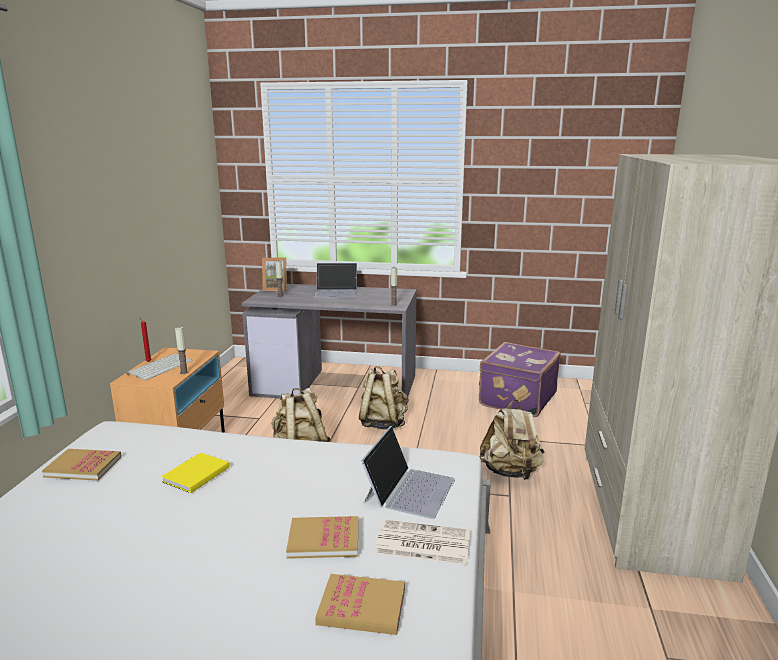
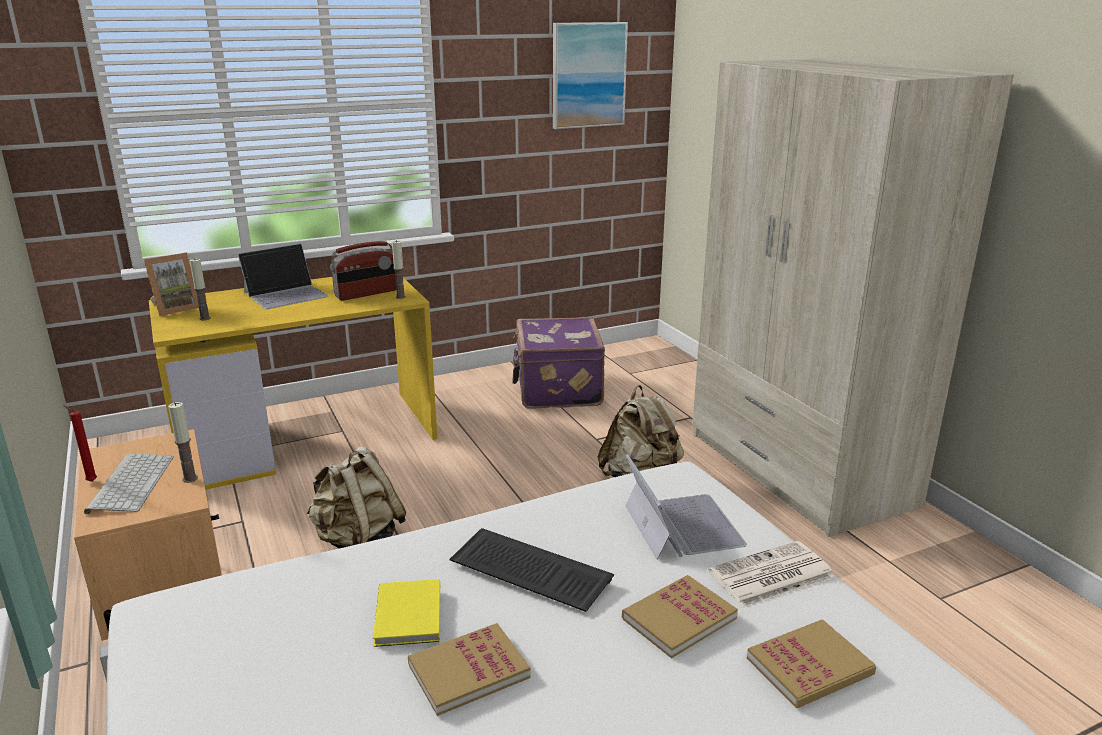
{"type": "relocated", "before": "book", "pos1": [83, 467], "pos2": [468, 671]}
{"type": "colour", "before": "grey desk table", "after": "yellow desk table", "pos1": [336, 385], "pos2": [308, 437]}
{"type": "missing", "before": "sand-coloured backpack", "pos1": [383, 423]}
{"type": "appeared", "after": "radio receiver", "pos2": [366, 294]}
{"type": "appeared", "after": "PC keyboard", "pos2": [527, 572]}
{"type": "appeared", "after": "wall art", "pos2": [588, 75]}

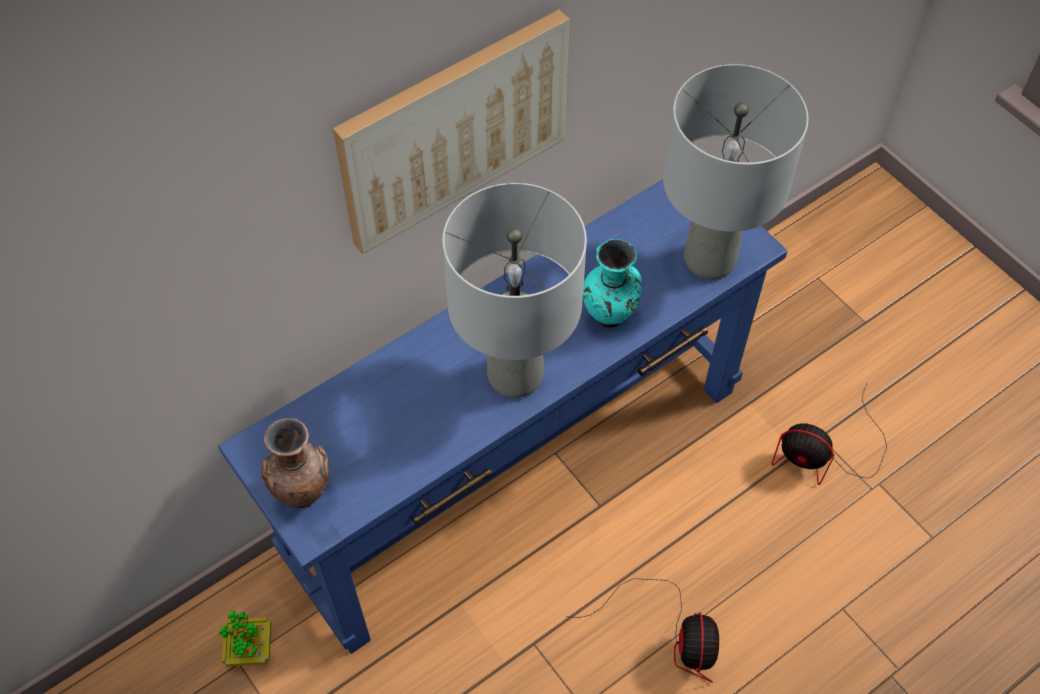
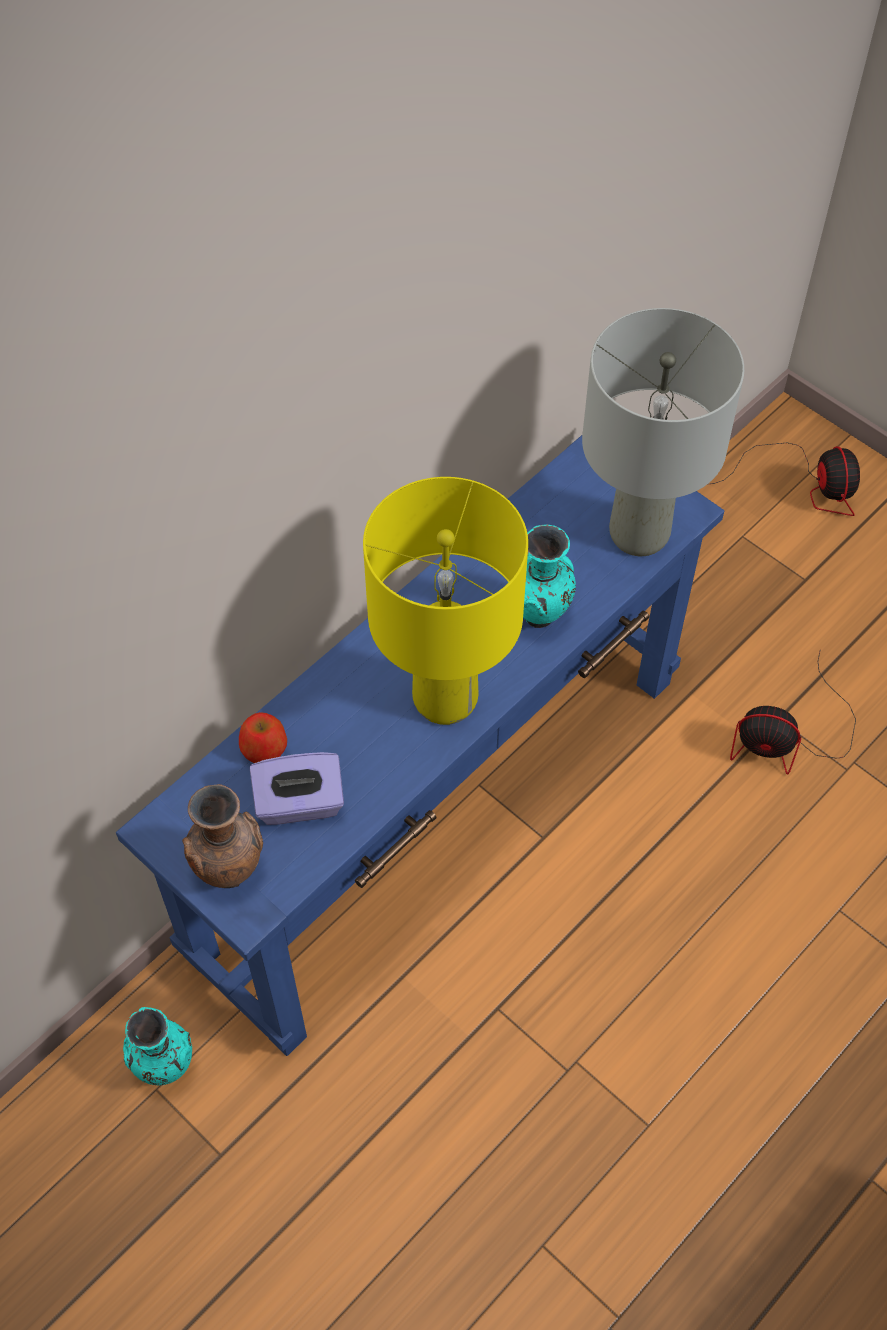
{"type": "exchanged", "before": "potted plant", "after": "blue-green vase", "pos1": [250, 648], "pos2": [165, 1070]}
{"type": "missing", "before": "wall art", "pos1": [453, 129]}
{"type": "colour", "before": "grey table lamp", "after": "yellow table lamp", "pos1": [514, 377], "pos2": [445, 700]}
{"type": "relocated", "before": "fan", "pos1": [672, 635], "pos2": [805, 485]}
{"type": "appeared", "after": "apple fruit", "pos2": [264, 748]}
{"type": "appeared", "after": "purple-coloured box of tissues", "pos2": [300, 804]}

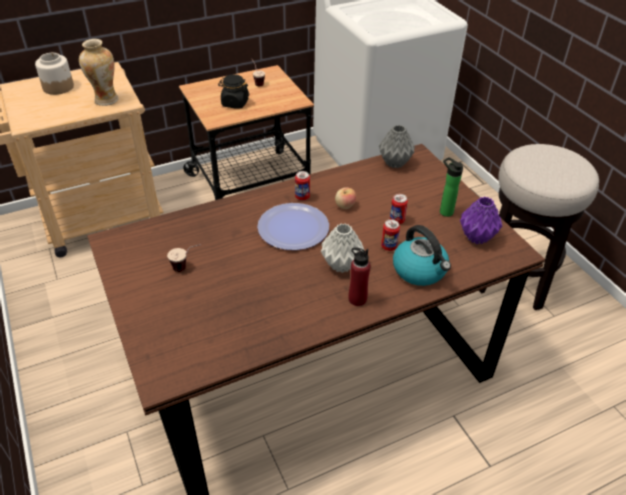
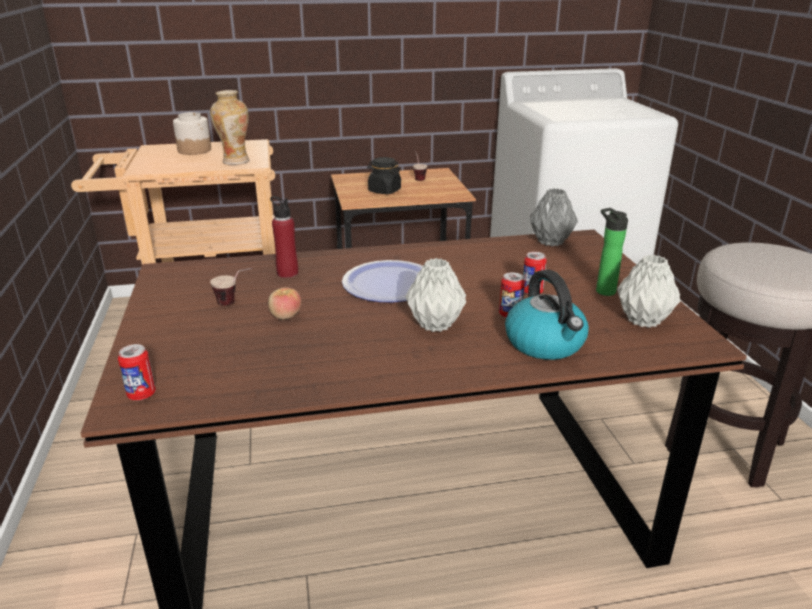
{"type": "relocated", "before": "can", "pos1": [302, 197], "pos2": [141, 394]}
{"type": "relocated", "before": "apple fruit", "pos1": [345, 205], "pos2": [285, 316]}
{"type": "relocated", "before": "red drink bottle", "pos1": [357, 299], "pos2": [287, 273]}
{"type": "colour", "before": "purple-coloured vase", "after": "grey vase", "pos1": [477, 237], "pos2": [644, 321]}

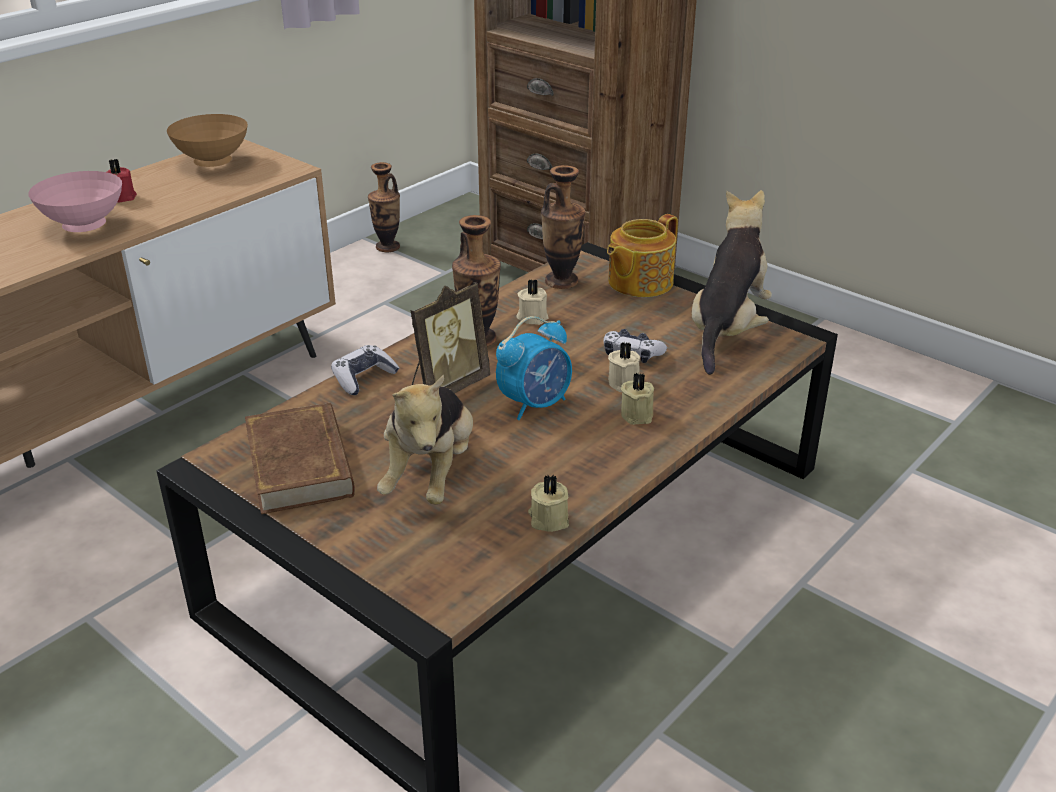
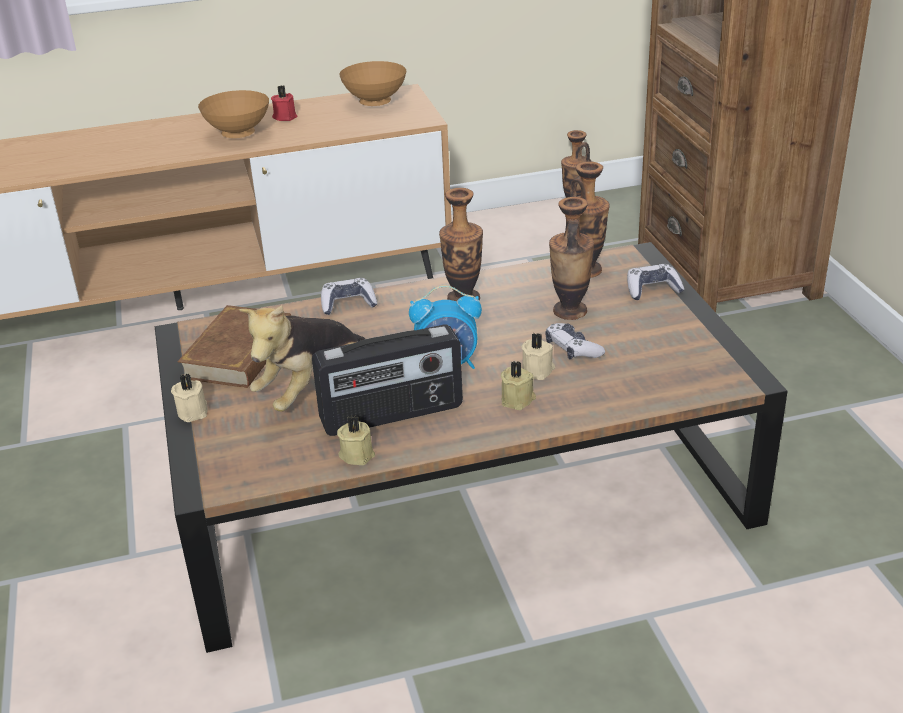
{"type": "colour", "before": "pink deep dish", "after": "brown deep dish", "pos1": [84, 227], "pos2": [237, 135]}
{"type": "missing", "before": "standing frame", "pos1": [447, 387]}
{"type": "relocated", "before": "sand-coloured wax candle", "pos1": [532, 317], "pos2": [194, 411]}
{"type": "exchanged", "before": "pot for tea", "after": "joypad", "pos1": [638, 282], "pos2": [652, 289]}
{"type": "missing", "before": "soft toy", "pos1": [727, 330]}
{"type": "appeared", "after": "radio receiver", "pos2": [392, 415]}
{"type": "appeared", "after": "vase", "pos2": [570, 311]}

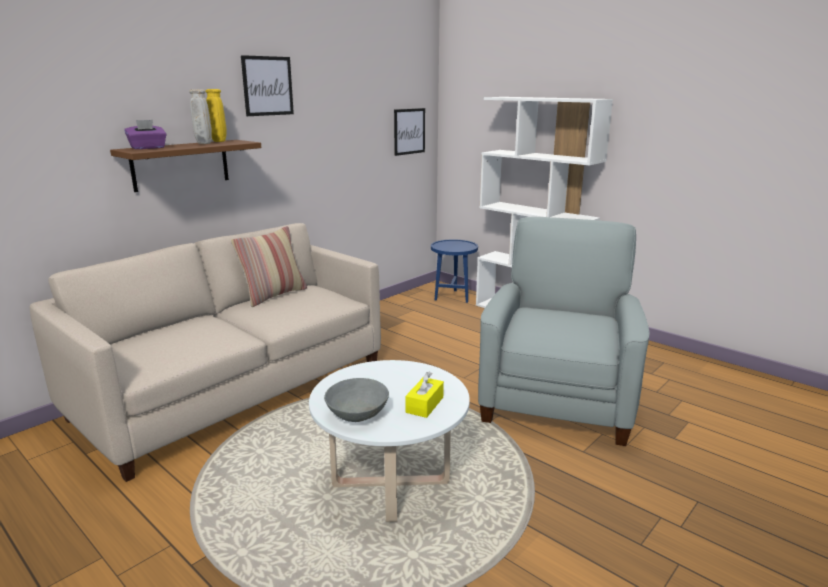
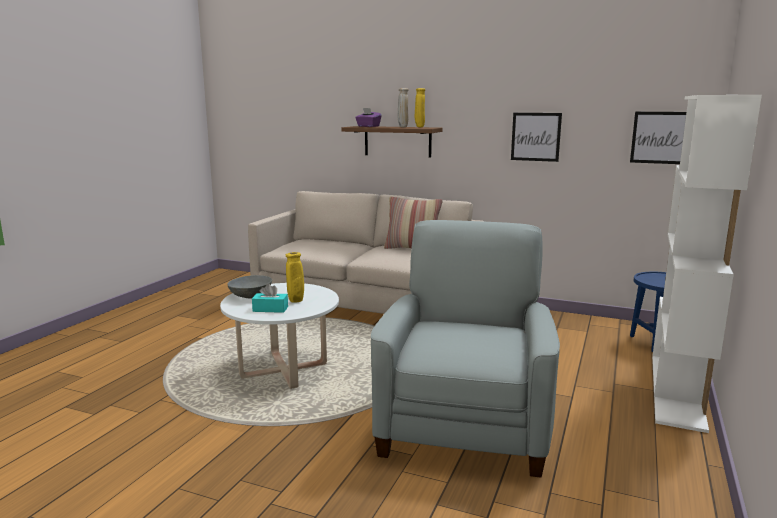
{"type": "relocated", "before": "wall art", "pos1": [267, 86], "pos2": [535, 136]}
{"type": "colour", "before": "yellow box of tissues", "after": "blue-green box of tissues", "pos1": [424, 405], "pos2": [270, 309]}
{"type": "spun", "before": "grey easy chair", "pos1": [557, 399], "pos2": [464, 424], "turn": -75}
{"type": "appeared", "after": "yellow vase", "pos2": [296, 302]}

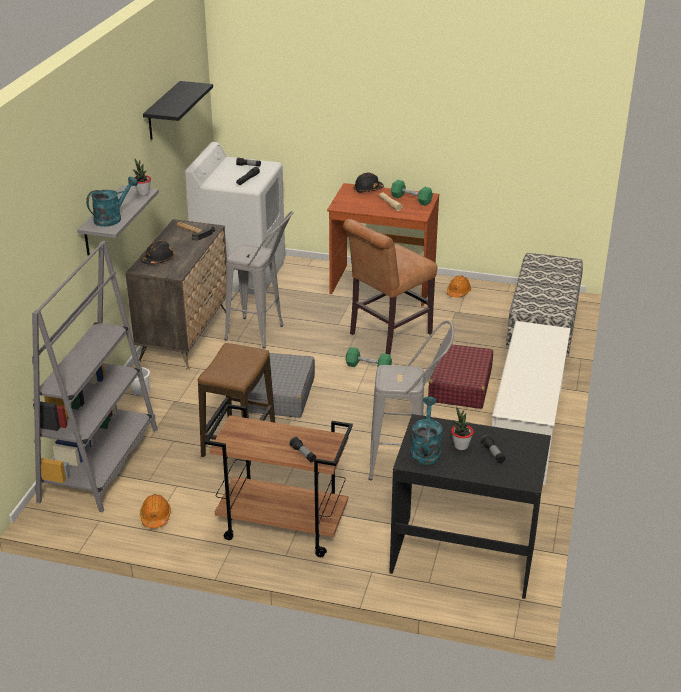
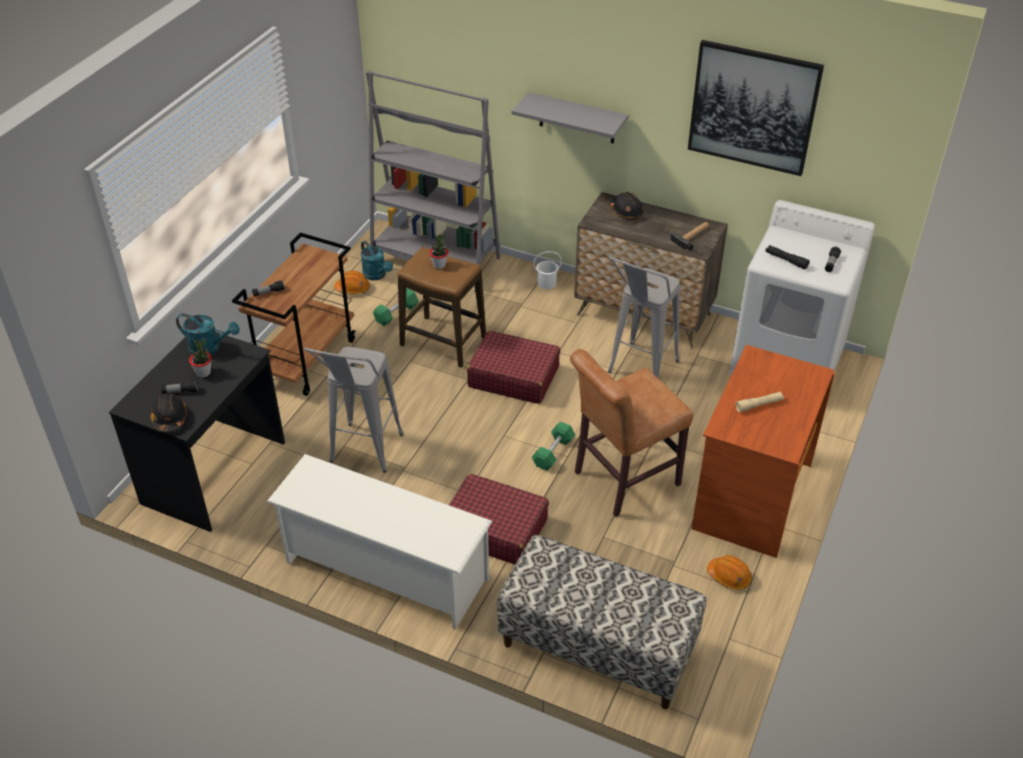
{"type": "relocated", "before": "blue-green sprinkling can", "pos1": [112, 218], "pos2": [377, 275]}
{"type": "relocated", "before": "potted plant", "pos1": [143, 193], "pos2": [439, 265]}
{"type": "exchanged", "before": "blackish shelf", "after": "wall art", "pos1": [163, 111], "pos2": [753, 107]}
{"type": "colour", "before": "grey travel case", "after": "red travel case", "pos1": [281, 395], "pos2": [513, 377]}
{"type": "spun", "before": "brown chair", "pos1": [387, 335], "pos2": [622, 480], "turn": -90}
{"type": "relocated", "before": "blackish safety helmet", "pos1": [368, 189], "pos2": [170, 418]}
{"type": "relocated", "before": "green-coloured free weight", "pos1": [411, 199], "pos2": [396, 313]}

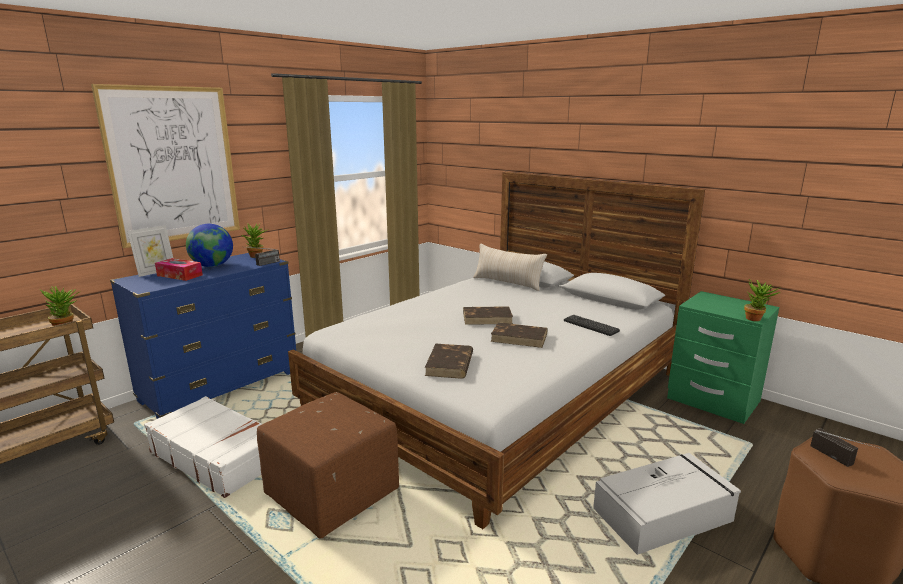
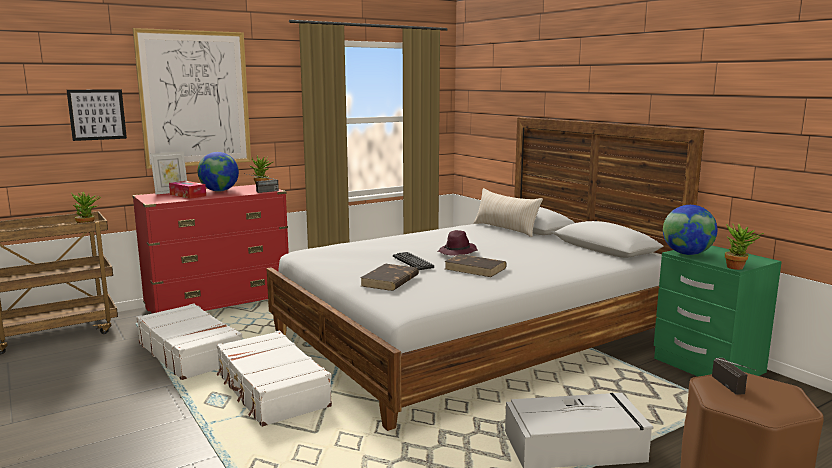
{"type": "colour", "before": "blue-coloured drawer chest", "after": "red drawer chest", "pos1": [221, 386], "pos2": [219, 305]}
{"type": "exchanged", "before": "brown footrest", "after": "whitish travel case", "pos1": [333, 495], "pos2": [271, 390]}
{"type": "exchanged", "before": "brown book", "after": "purple-coloured wearable hat", "pos1": [487, 318], "pos2": [457, 252]}
{"type": "relocated", "before": "PC keyboard", "pos1": [590, 326], "pos2": [412, 262]}
{"type": "appeared", "after": "wall art", "pos2": [97, 114]}
{"type": "appeared", "after": "world globe", "pos2": [687, 254]}

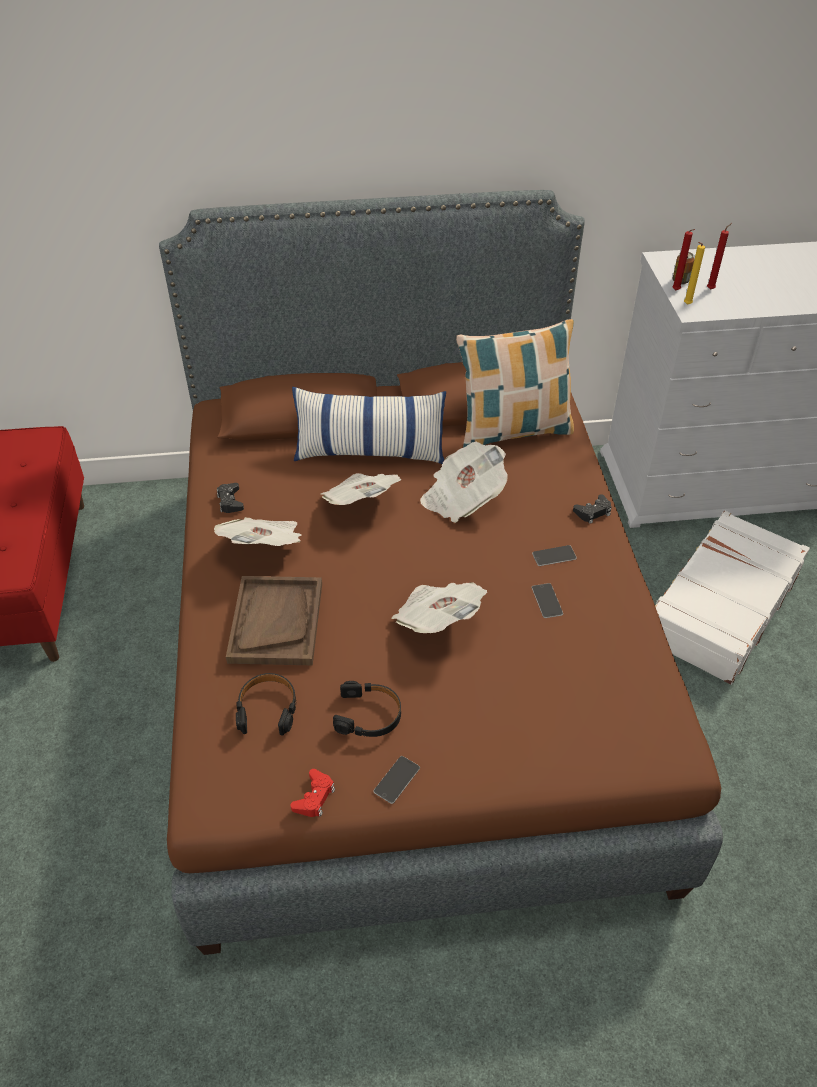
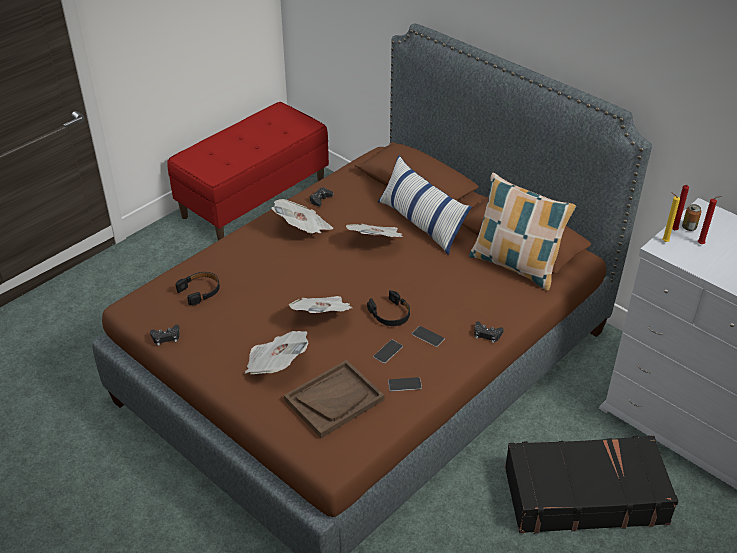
{"type": "relocated", "before": "brown serving tray", "pos1": [276, 622], "pos2": [334, 400]}
{"type": "colour", "before": "red joypad", "after": "blackish joypad", "pos1": [314, 797], "pos2": [166, 337]}
{"type": "relocated", "before": "blackish headphones", "pos1": [369, 715], "pos2": [390, 314]}
{"type": "relocated", "before": "telephone", "pos1": [397, 779], "pos2": [404, 384]}
{"type": "relocated", "before": "printed paper", "pos1": [462, 498], "pos2": [276, 365]}
{"type": "colour", "before": "whitish travel case", "after": "blackish travel case", "pos1": [720, 608], "pos2": [584, 494]}

